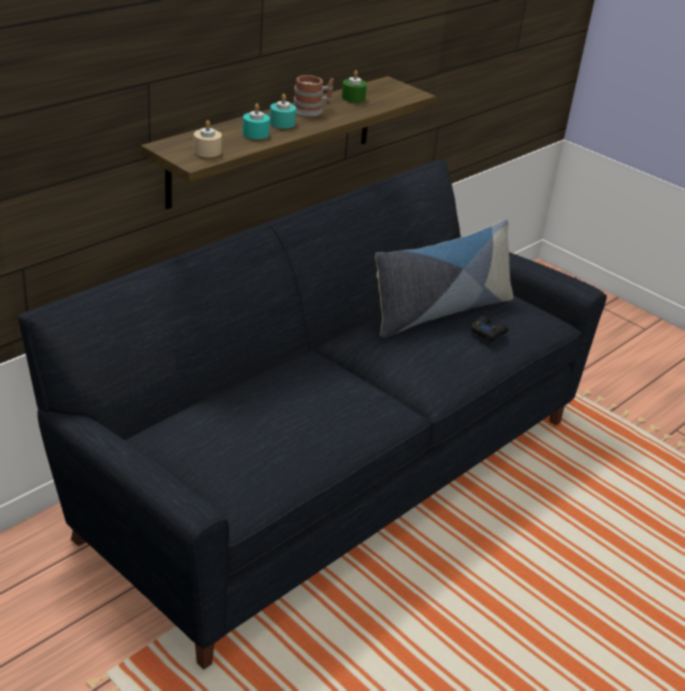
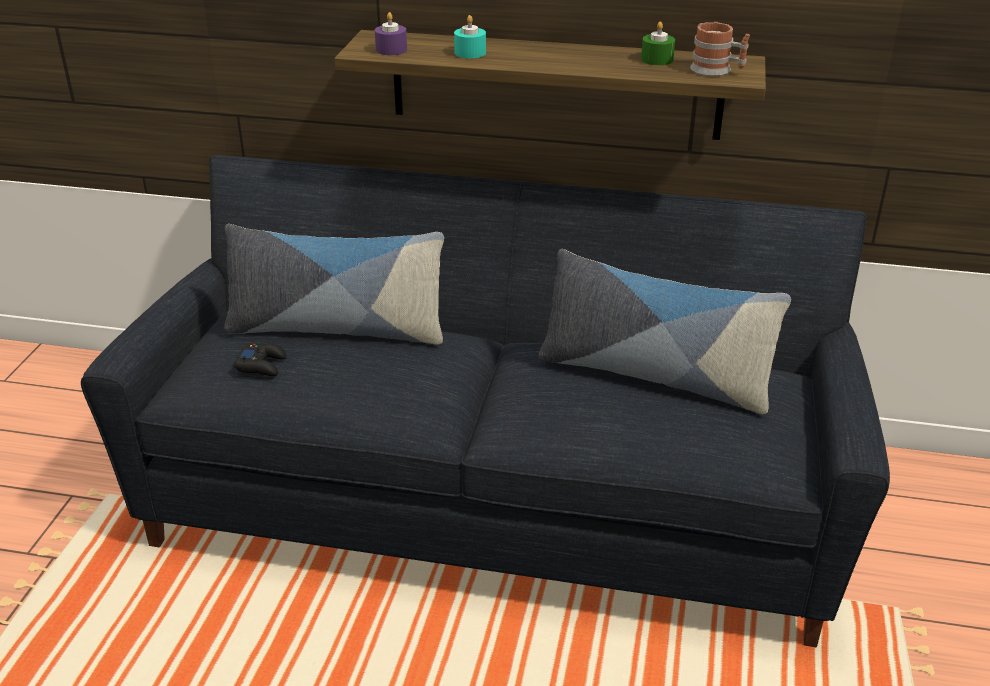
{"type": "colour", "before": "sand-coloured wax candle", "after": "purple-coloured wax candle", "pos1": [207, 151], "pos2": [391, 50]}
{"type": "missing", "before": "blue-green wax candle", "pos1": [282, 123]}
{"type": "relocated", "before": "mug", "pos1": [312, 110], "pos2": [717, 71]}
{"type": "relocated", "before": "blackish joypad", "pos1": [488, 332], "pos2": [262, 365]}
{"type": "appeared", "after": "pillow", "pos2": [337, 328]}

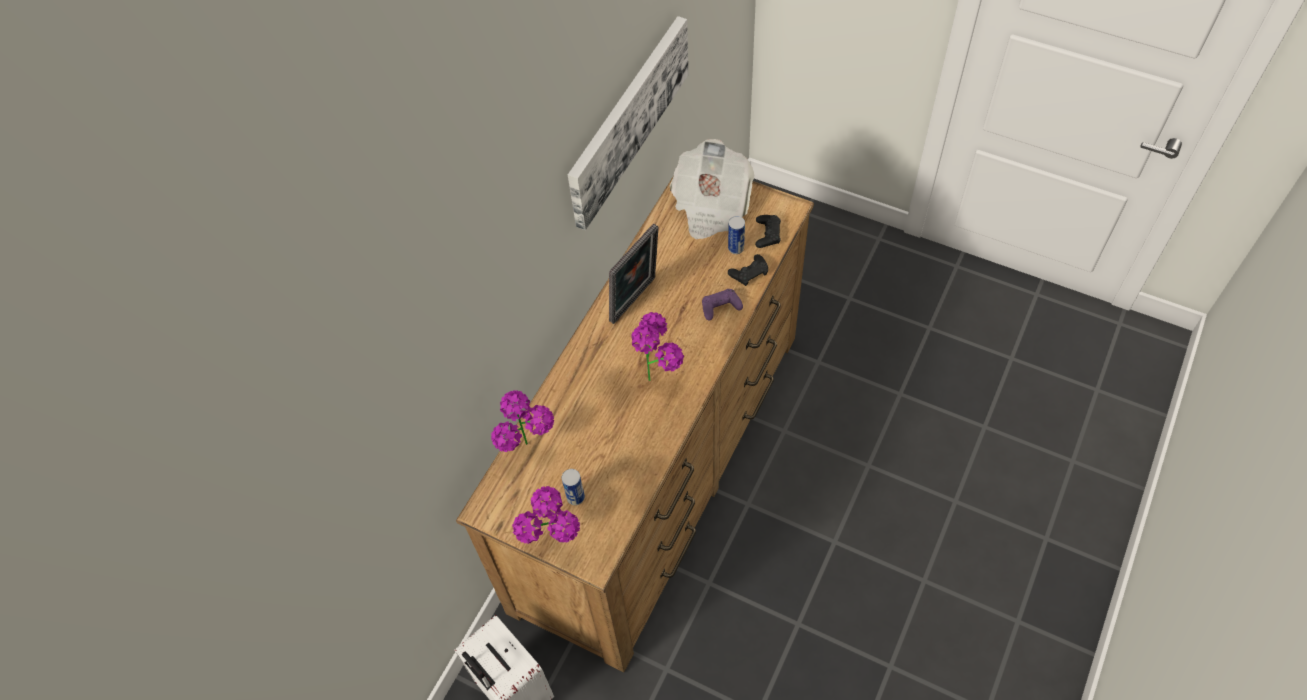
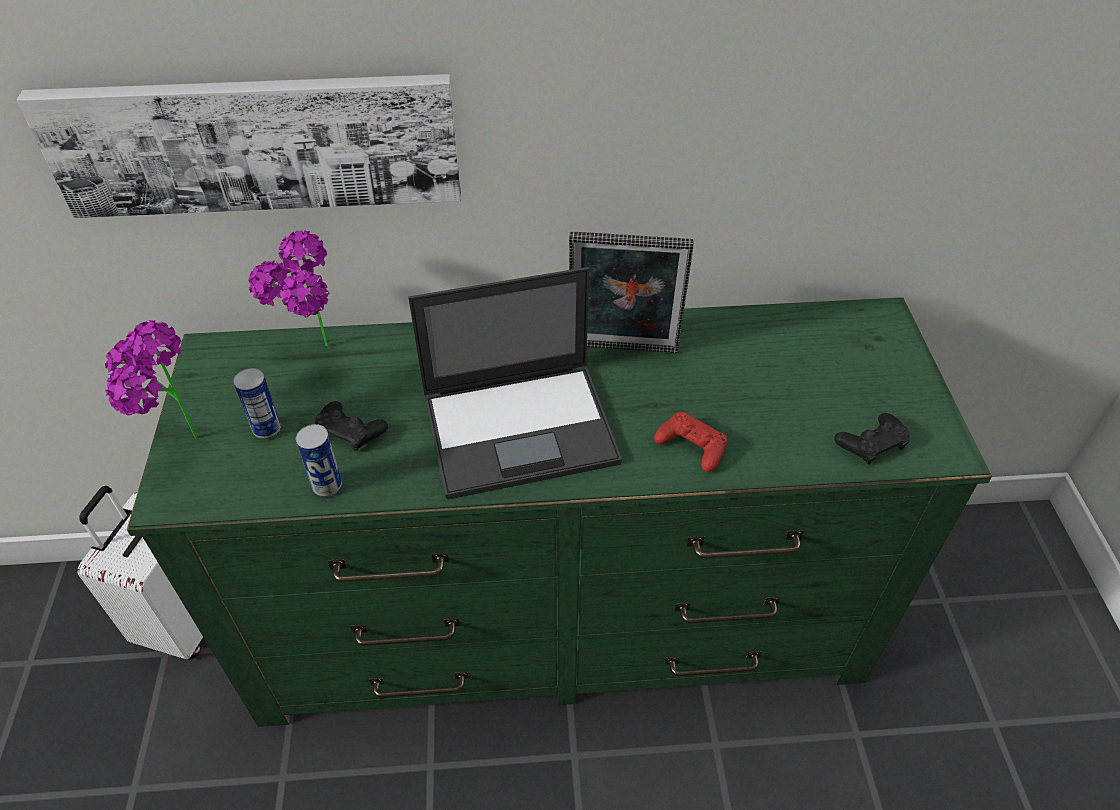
{"type": "colour", "before": "brown drawer chest", "after": "green-coloured drawer chest", "pos1": [660, 467], "pos2": [560, 618]}
{"type": "relocated", "before": "wall art", "pos1": [627, 119], "pos2": [256, 143]}
{"type": "exchanged", "before": "potted plant", "after": "portable computer", "pos1": [658, 374], "pos2": [522, 428]}
{"type": "missing", "before": "printed paper", "pos1": [711, 206]}
{"type": "colour", "before": "purple-coloured joypad", "after": "red joypad", "pos1": [720, 307], "pos2": [692, 446]}
{"type": "relocated", "before": "can", "pos1": [736, 248], "pos2": [327, 486]}
{"type": "relocated", "before": "blackish joypad", "pos1": [749, 273], "pos2": [350, 431]}

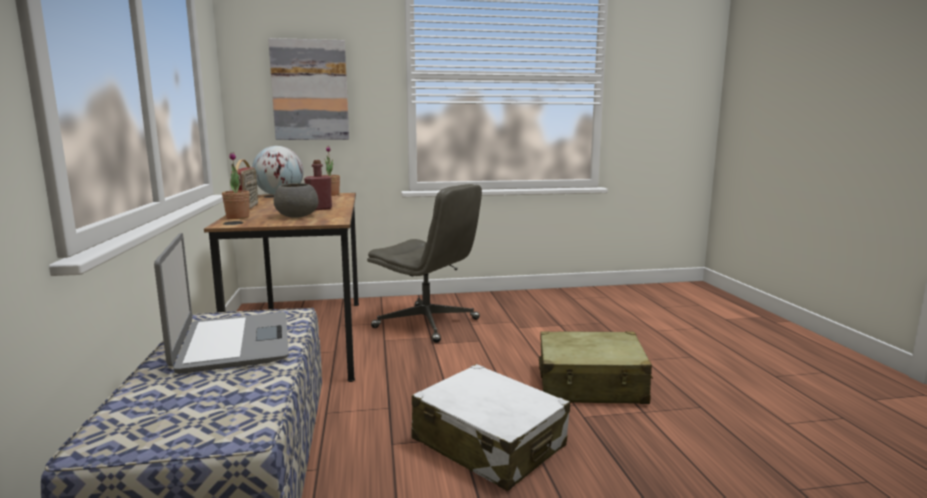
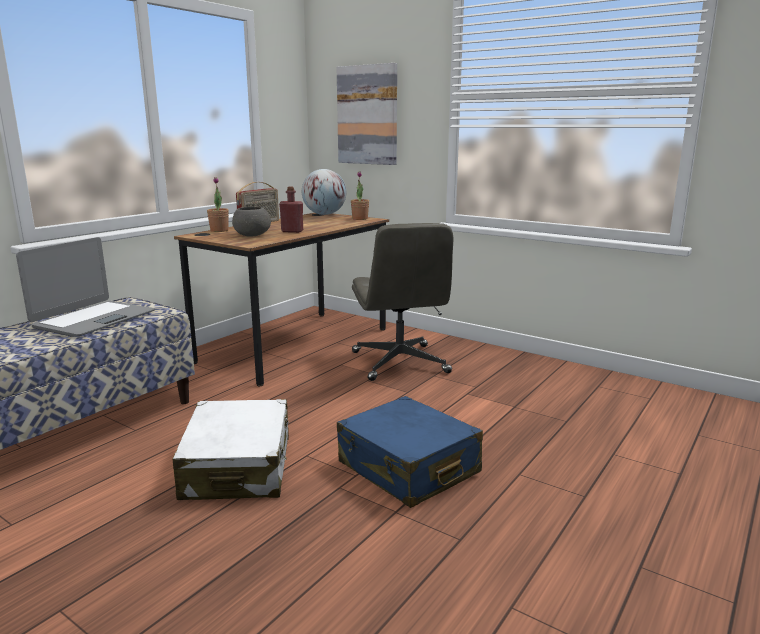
{"type": "colour", "before": "sand-coloured travel case", "after": "blue-coloured travel case", "pos1": [591, 385], "pos2": [408, 468]}

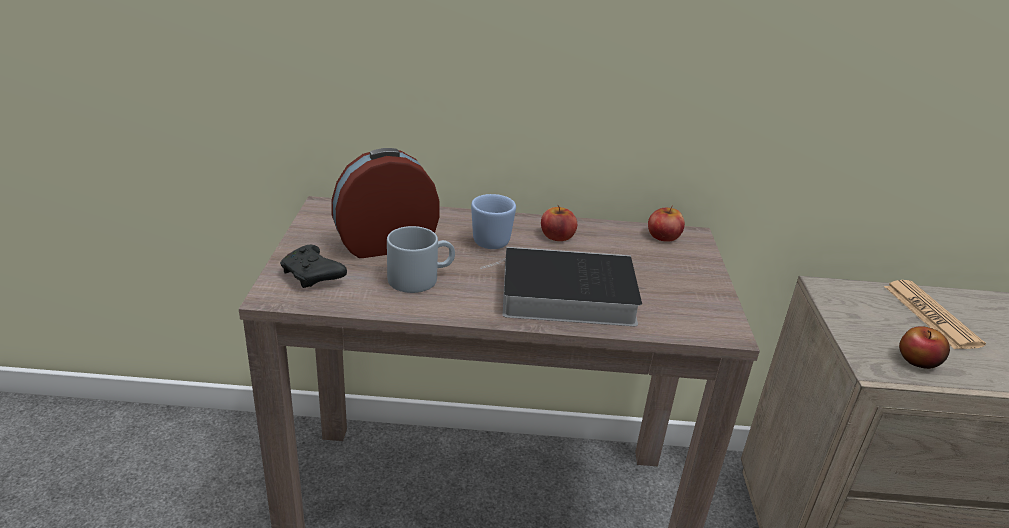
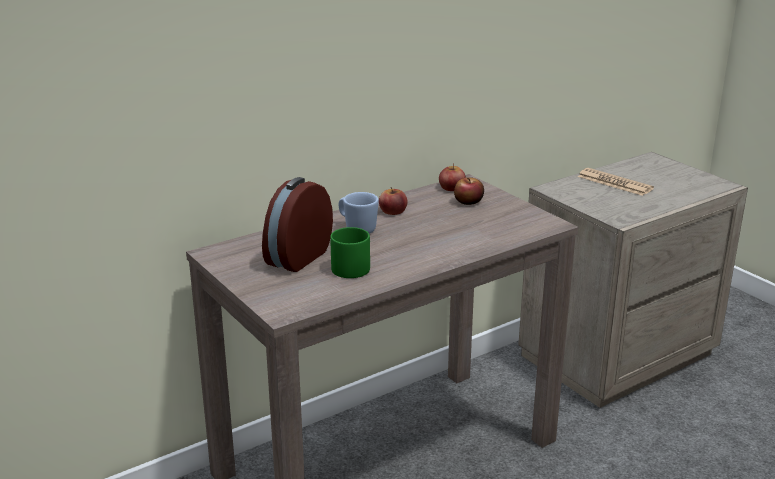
{"type": "missing", "before": "blackish joypad", "pos1": [313, 276]}
{"type": "colour", "before": "grey mug", "after": "green-coloured mug", "pos1": [420, 278], "pos2": [353, 266]}
{"type": "missing", "before": "book", "pos1": [563, 295]}
{"type": "relocated", "before": "apple fruit", "pos1": [918, 361], "pos2": [468, 202]}

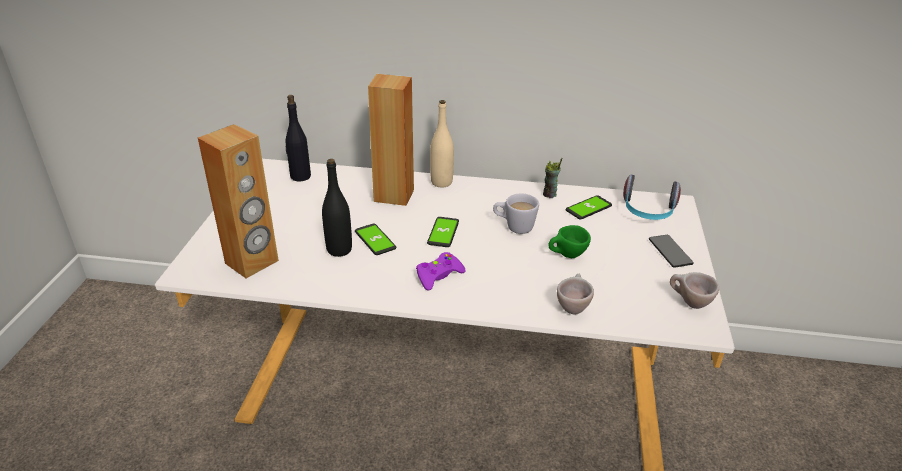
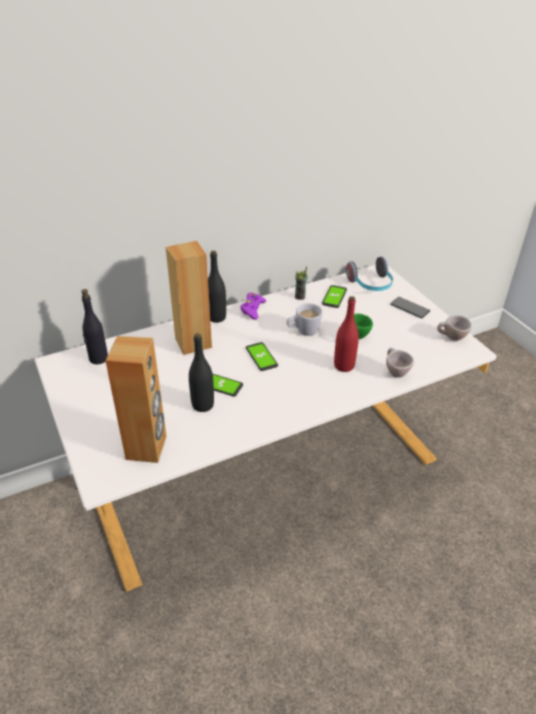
{"type": "relocated", "before": "purple-coloured joypad", "pos1": [438, 276], "pos2": [252, 309]}
{"type": "colour", "before": "sand-coloured drink bottle", "after": "blackish drink bottle", "pos1": [441, 182], "pos2": [216, 317]}
{"type": "appeared", "after": "red drink bottle", "pos2": [344, 366]}

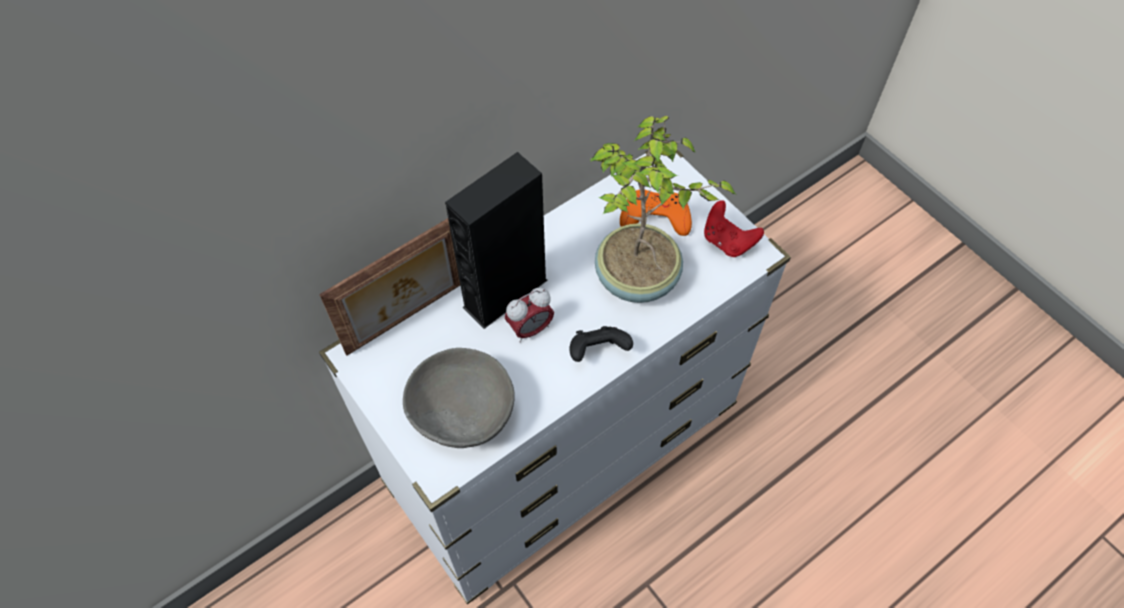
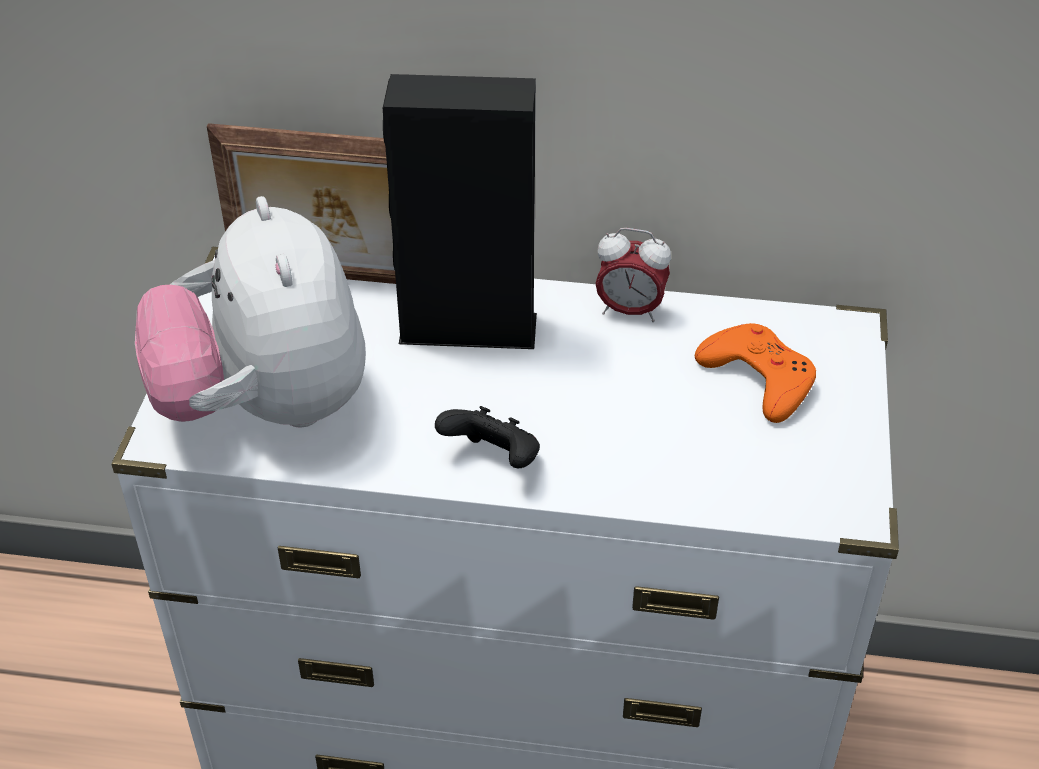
{"type": "exchanged", "before": "grey deep dish", "after": "soft toy", "pos1": [464, 414], "pos2": [266, 406]}
{"type": "relocated", "before": "bedside clock", "pos1": [530, 329], "pos2": [630, 310]}
{"type": "missing", "before": "potted plant", "pos1": [637, 280]}
{"type": "missing", "before": "red joypad", "pos1": [727, 241]}

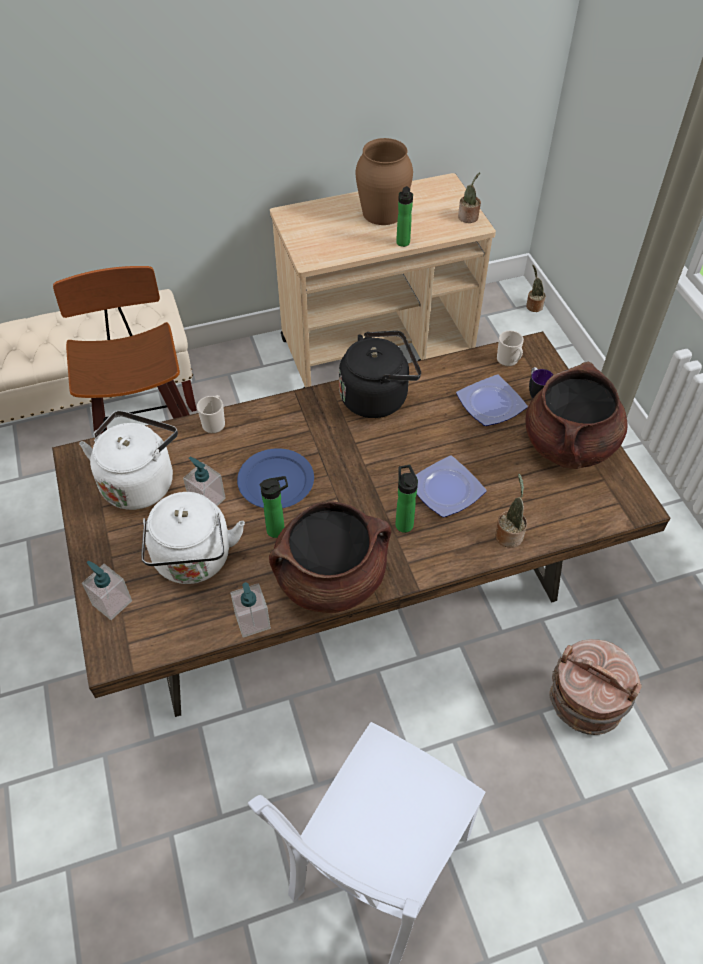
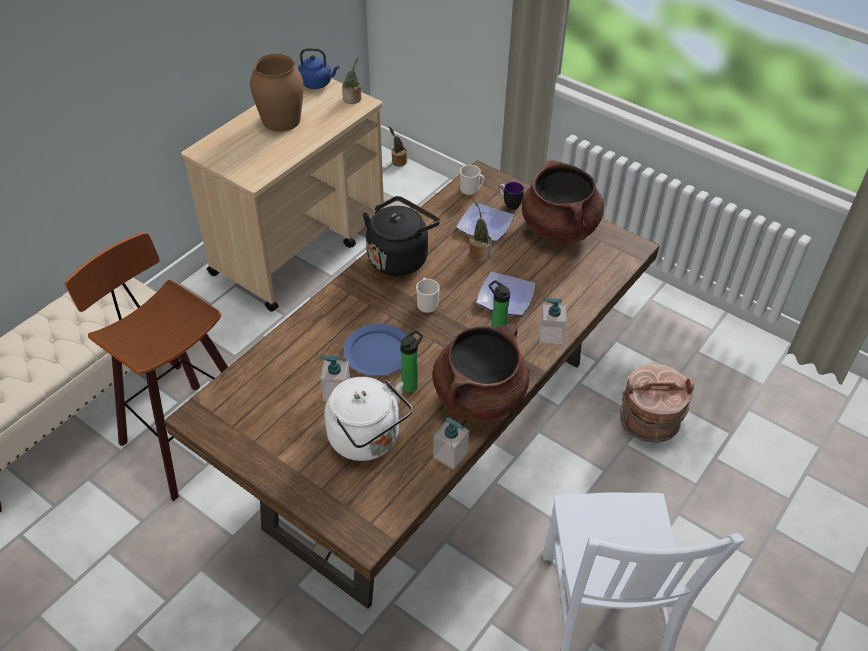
{"type": "missing", "before": "whitish kettle", "pos1": [140, 481]}
{"type": "relocated", "before": "soap dispenser", "pos1": [112, 602], "pos2": [550, 335]}
{"type": "relocated", "before": "mug", "pos1": [215, 423], "pos2": [427, 303]}
{"type": "missing", "before": "drink bottle", "pos1": [402, 244]}
{"type": "relocated", "before": "potted plant", "pos1": [509, 534], "pos2": [479, 253]}
{"type": "appeared", "after": "blue-coloured kettle", "pos2": [317, 83]}

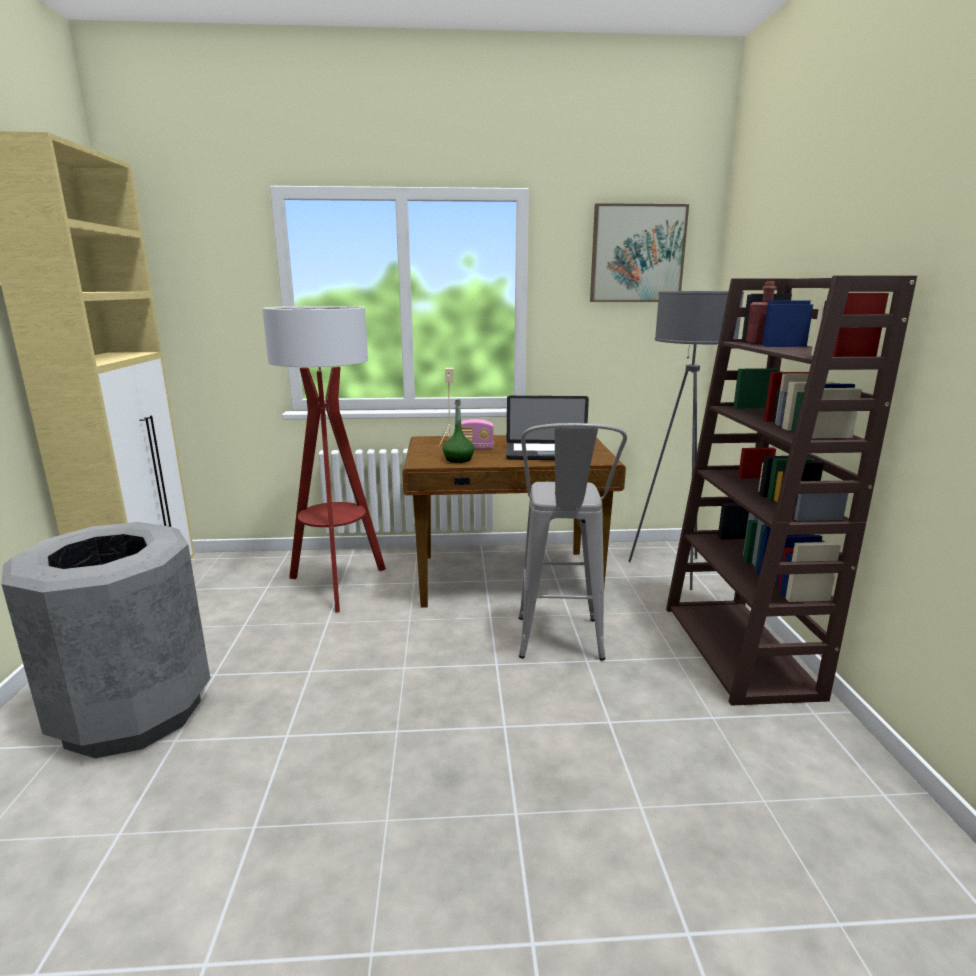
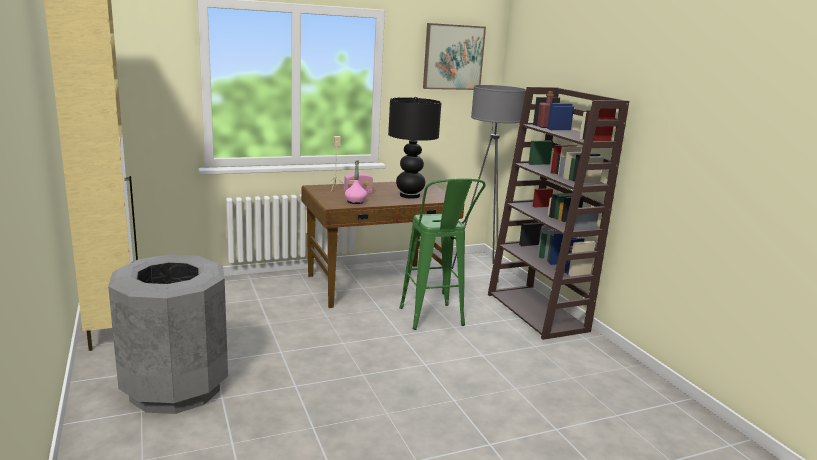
{"type": "missing", "before": "floor lamp", "pos1": [338, 585]}
{"type": "colour", "before": "green-coloured drink bottle", "after": "pink drink bottle", "pos1": [458, 459], "pos2": [355, 202]}
{"type": "exchanged", "before": "portable computer", "after": "blackish table lamp", "pos1": [547, 453], "pos2": [410, 195]}
{"type": "colour", "before": "grey stool", "after": "green-coloured stool", "pos1": [560, 647], "pos2": [434, 321]}

